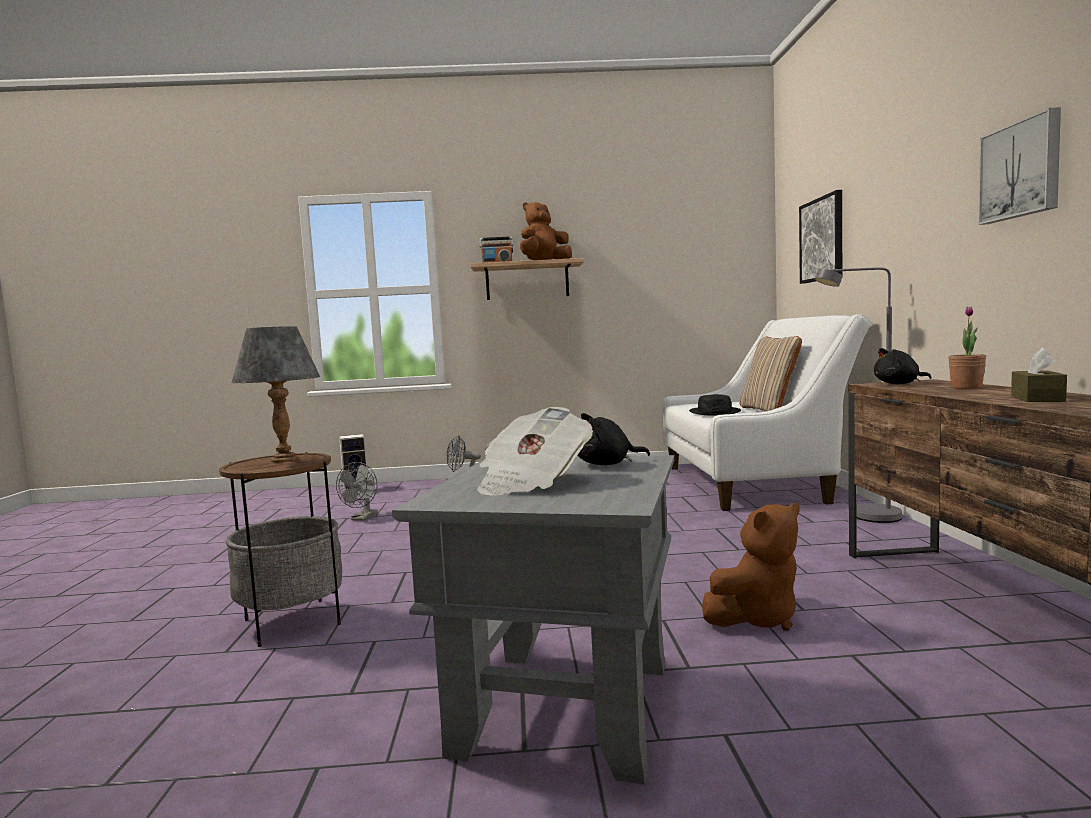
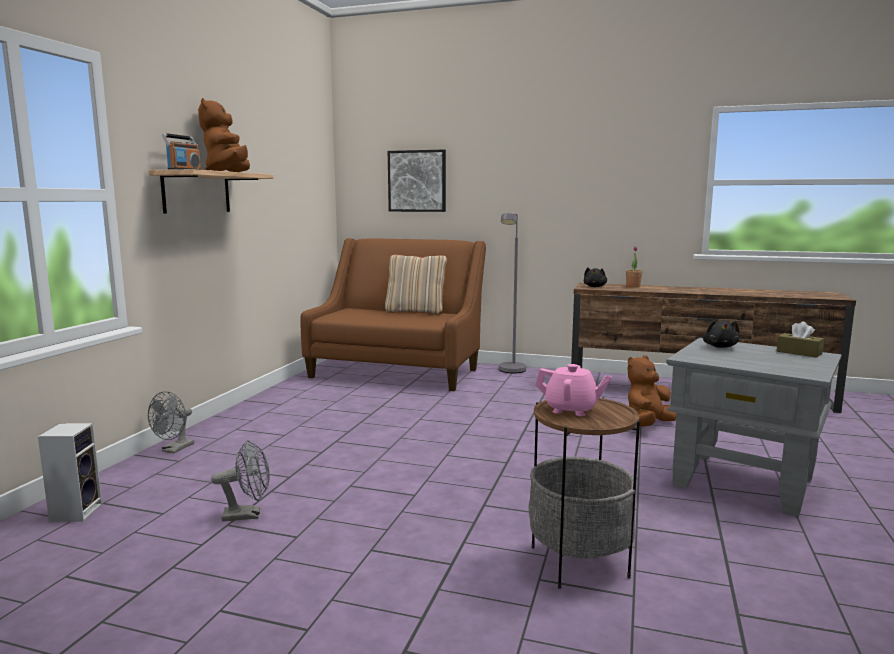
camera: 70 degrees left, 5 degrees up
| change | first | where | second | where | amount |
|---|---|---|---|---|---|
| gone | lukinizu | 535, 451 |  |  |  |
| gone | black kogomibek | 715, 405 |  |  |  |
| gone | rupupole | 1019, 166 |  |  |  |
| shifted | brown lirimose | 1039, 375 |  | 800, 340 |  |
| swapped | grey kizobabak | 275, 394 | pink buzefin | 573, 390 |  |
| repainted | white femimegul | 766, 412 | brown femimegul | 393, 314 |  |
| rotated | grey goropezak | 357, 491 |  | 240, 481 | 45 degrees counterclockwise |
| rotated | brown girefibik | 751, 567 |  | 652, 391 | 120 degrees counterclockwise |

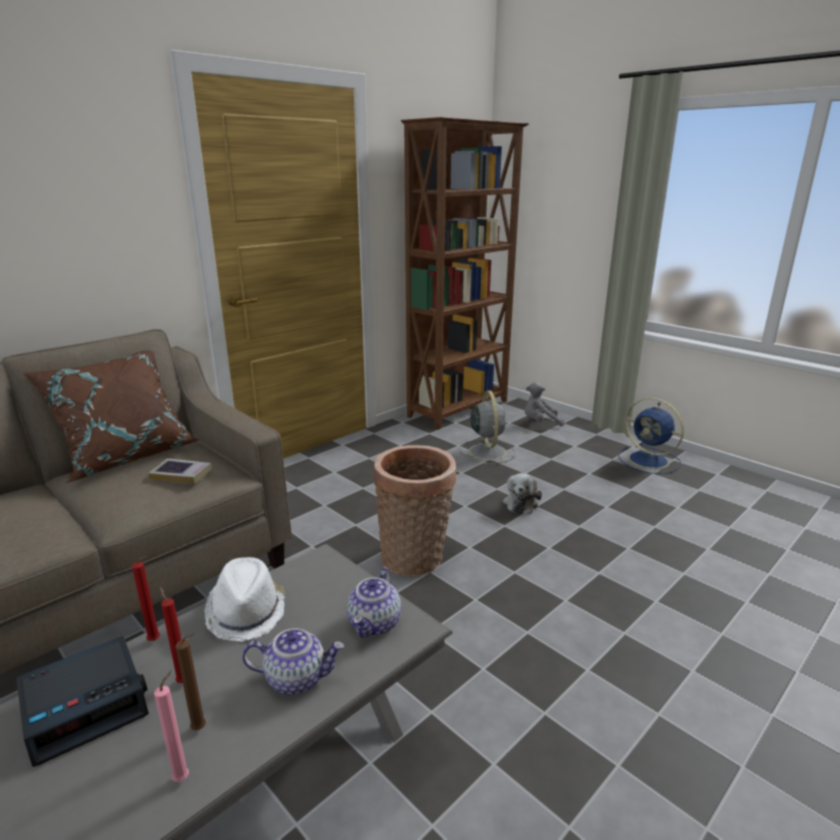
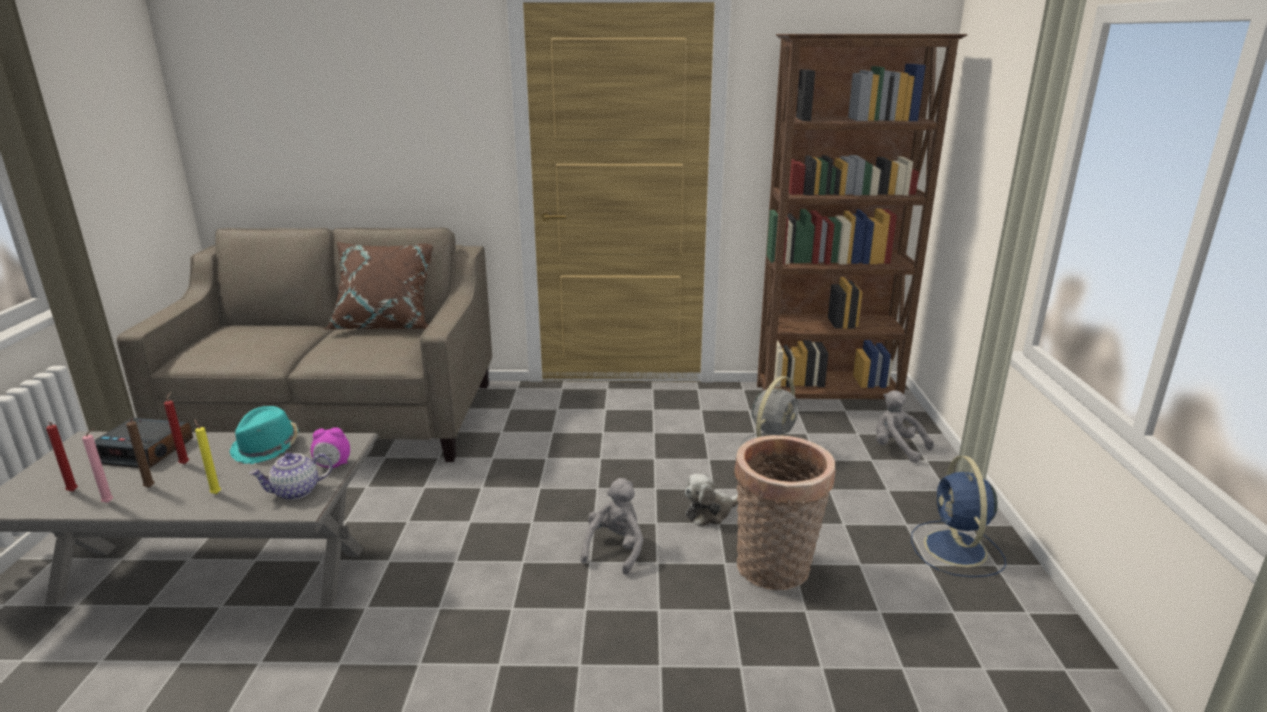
camera: 45 degrees right, 0 degrees up
| change | first | where | second | where | amount |
|---|---|---|---|---|---|
| gone | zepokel | 180, 471 |  |  |  |
| new |  |  | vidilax | 330, 447 |  |
| new |  |  | grey girefibik | 611, 526 |  |
| shifted | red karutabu | 146, 598 |  | 62, 456 |  |
| shifted | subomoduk | 415, 511 |  | 784, 512 |  |
| swapped | buzefin | 293, 661 | yellow karutabu | 207, 456 |  |
| repainted | white kogomibek | 245, 599 | turquoise kogomibek | 264, 435 |  |

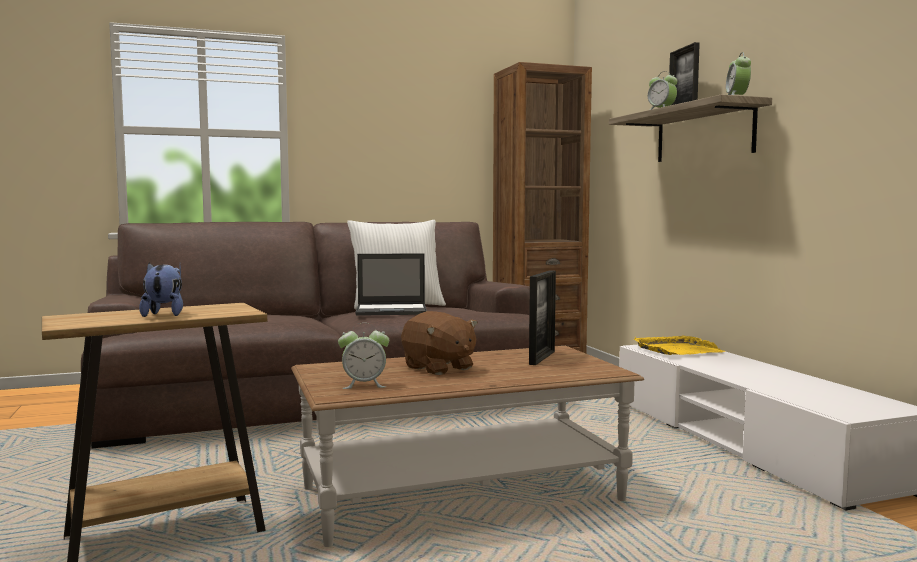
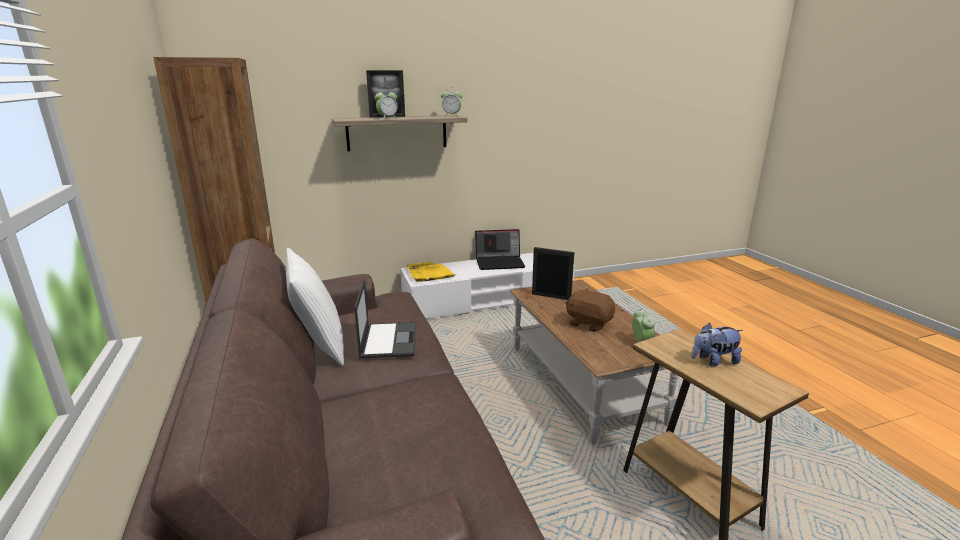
camera: 90 degrees left, 15 degrees up
| change | first | where | second | where | amount |
|---|---|---|---|---|---|
| new |  |  | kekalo | 500, 249 |  |
| rotated | brown girefibik | 439, 343 |  | 590, 310 | 105 degrees counterclockwise |

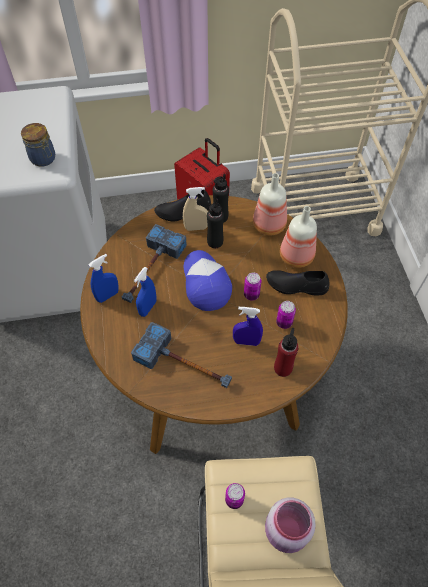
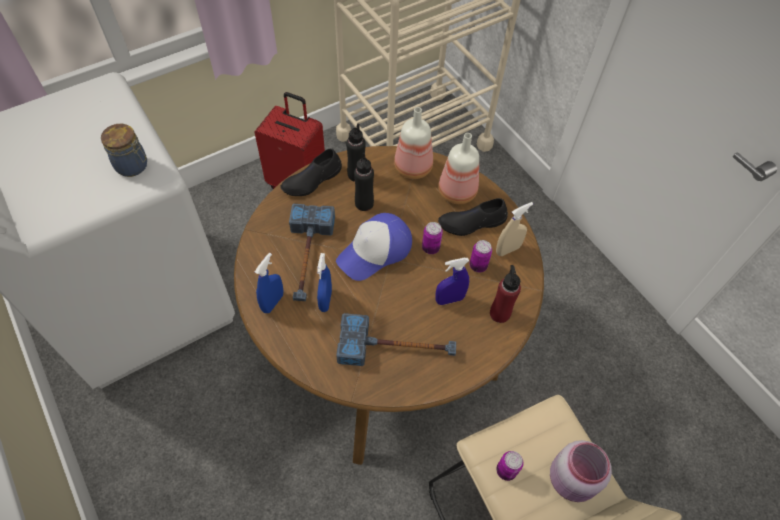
camera: 25 degrees left, 0 degrees up
| change | first | where | second | where | amount |
|---|---|---|---|---|---|
| shifted | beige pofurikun | 195, 209 |  | 514, 229 |  |
| rotated | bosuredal | 208, 280 |  | 374, 247 | 90 degrees counterclockwise |

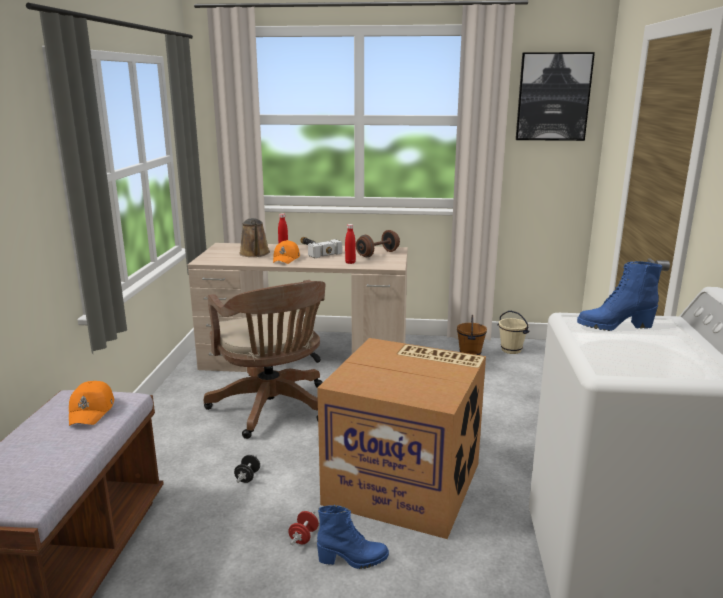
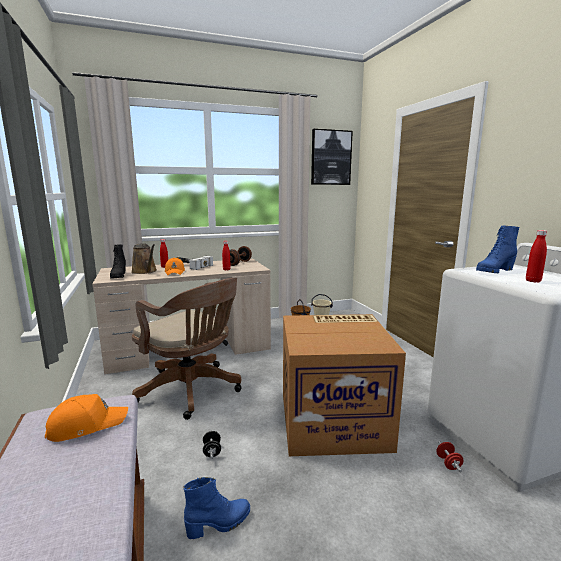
camera: 25 degrees left, 5 degrees down
| change | first | where | second | where | amount |
|---|---|---|---|---|---|
| new |  |  | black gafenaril | 118, 261 |  |
| new |  |  | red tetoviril | 536, 256 |  |
| shifted | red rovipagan | 303, 528 |  | 449, 456 |  |
| shifted | blue gafenaril | 353, 537 |  | 216, 508 |  |
| rotated | orange bosuredal | 91, 403 |  | 86, 418 | 90 degrees counterclockwise |

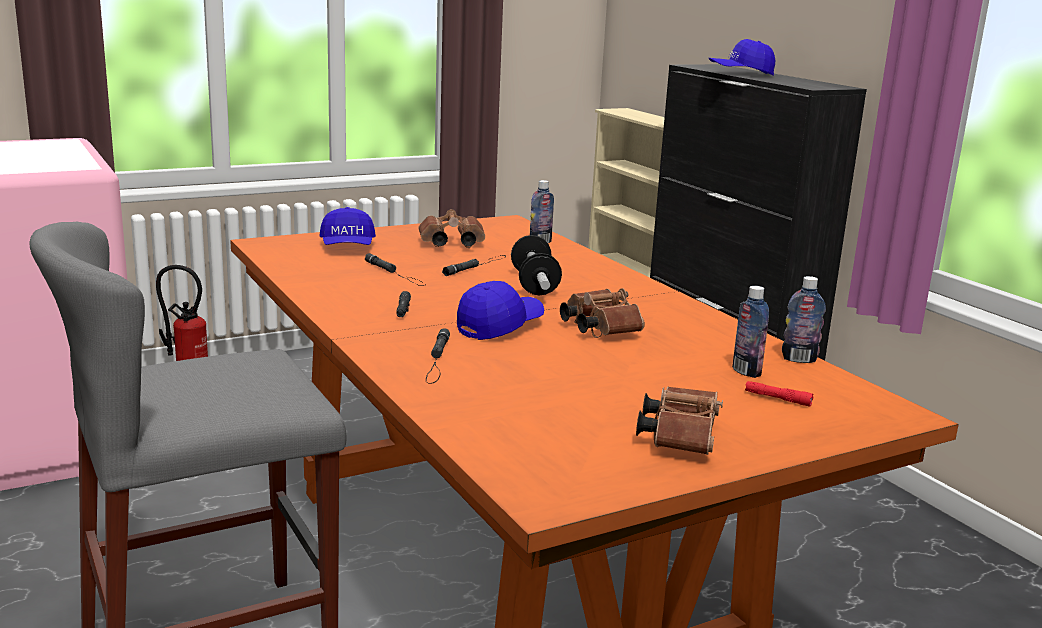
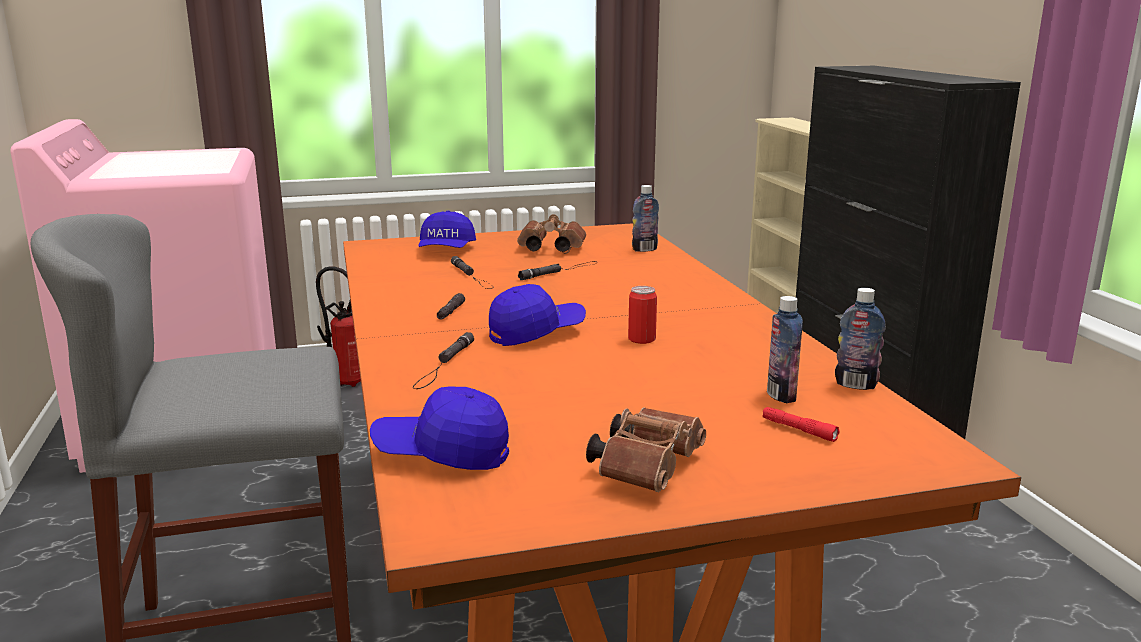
camera: 15 degrees right, 0 degrees up
| change | first | where | second | where | amount |
|---|---|---|---|---|---|
| gone | rovipagan | 536, 265 |  |  |  |
| shifted | blue bosuredal | 742, 57 |  | 439, 428 |  |
| swapped | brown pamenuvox | 602, 313 | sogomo | 642, 315 |  |

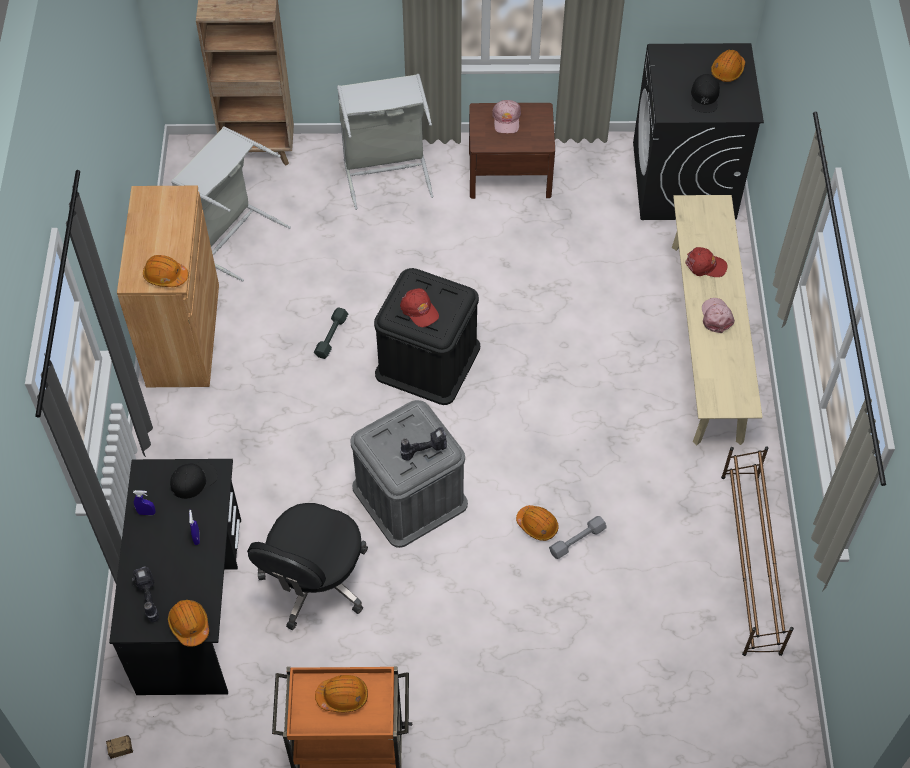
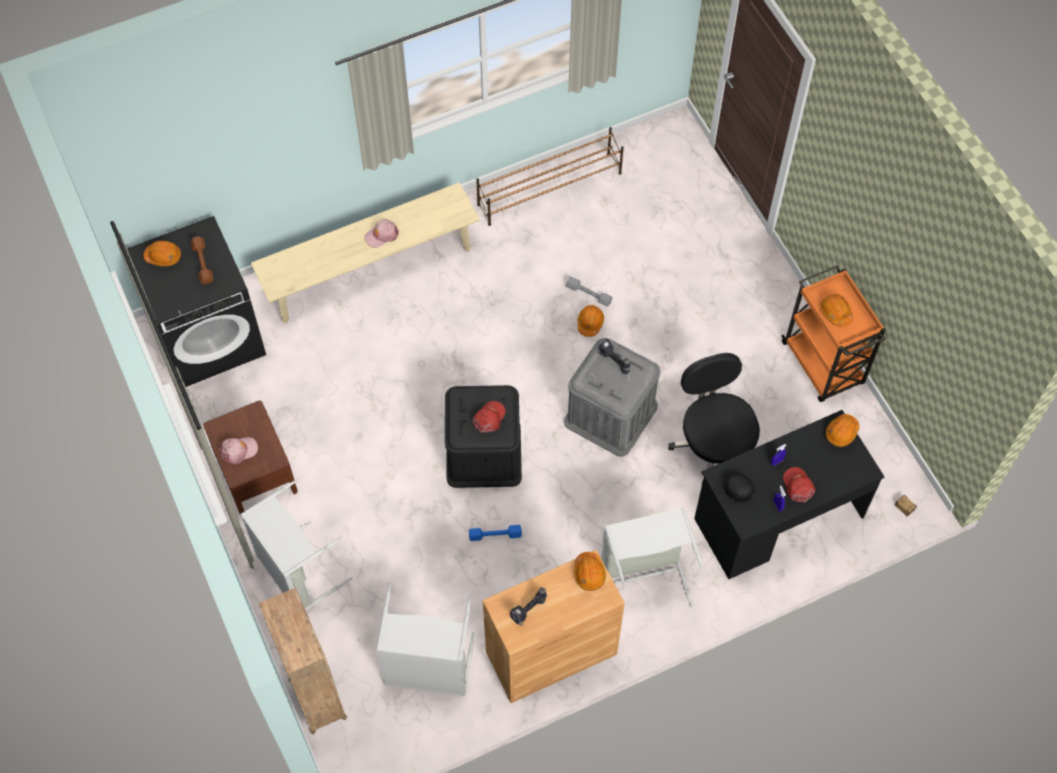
camera: 115 degrees left, 5 degrees up
| change | first | where | second | where | amount |
|---|---|---|---|---|---|
| new |  |  | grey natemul | 652, 557 |  |
| shifted | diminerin | 145, 594 |  | 528, 606 |  |
| shifted | red bosuredal | 706, 262 |  | 799, 484 |  |
| swapped | black bosuredal | 705, 93 | brown rovipagan | 202, 260 |  |
| repainted | grey rovipagan | 331, 333 | blue rovipagan | 495, 533 |  |
| rotated | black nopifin | 307, 566 |  | 714, 418 | 105 degrees counterclockwise |

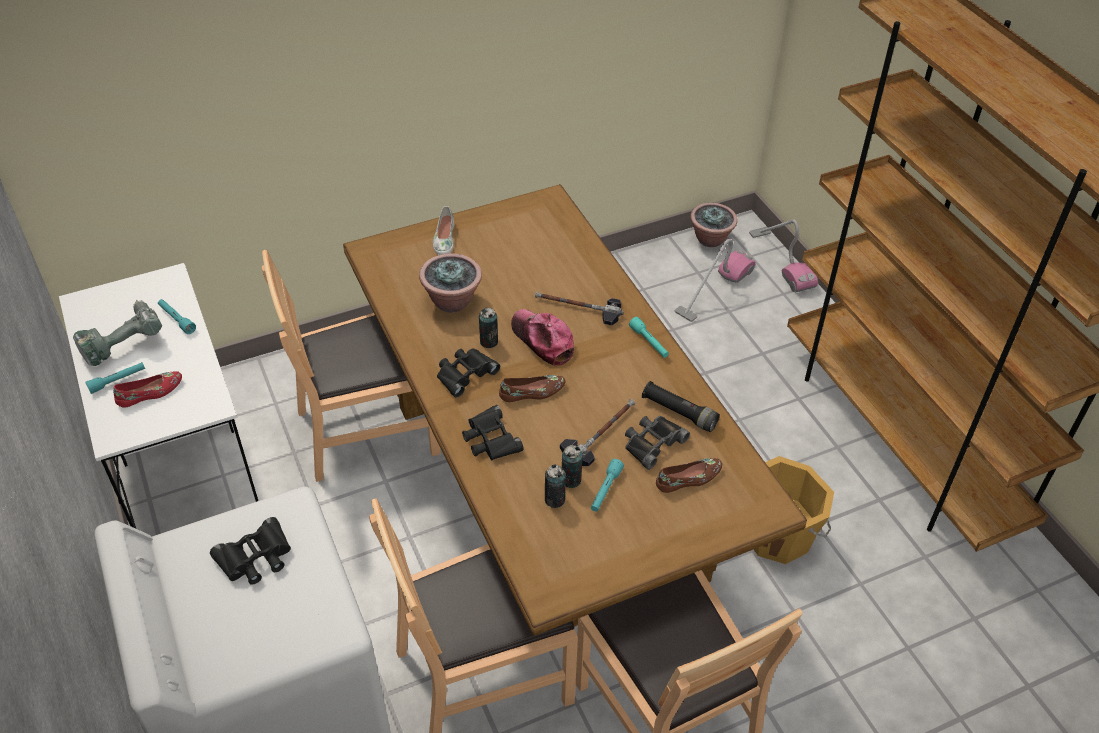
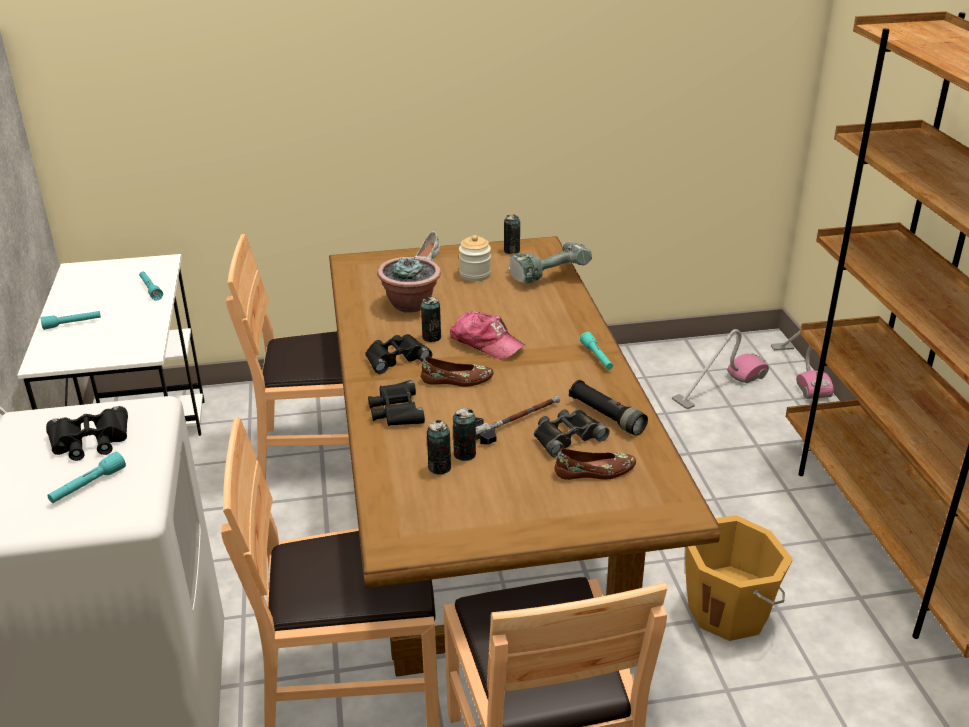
camera: 15 degrees right, 15 degrees down
| change | first | where | second | where | amount |
|---|---|---|---|---|---|
| gone | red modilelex | 147, 389 |  |  |  |
| gone | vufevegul | 579, 308 |  |  |  |
| gone | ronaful | 714, 225 |  |  |  |
| new |  |  | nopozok | 475, 258 |  |
| new |  |  | sogomo | 512, 234 |  |
| shifted | diminerin | 117, 333 |  | 549, 262 |  |
| shifted | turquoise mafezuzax | 607, 485 |  | 86, 477 |  |
| rotated | bosuredal | 542, 337 |  | 487, 335 | 150 degrees clockwise |

